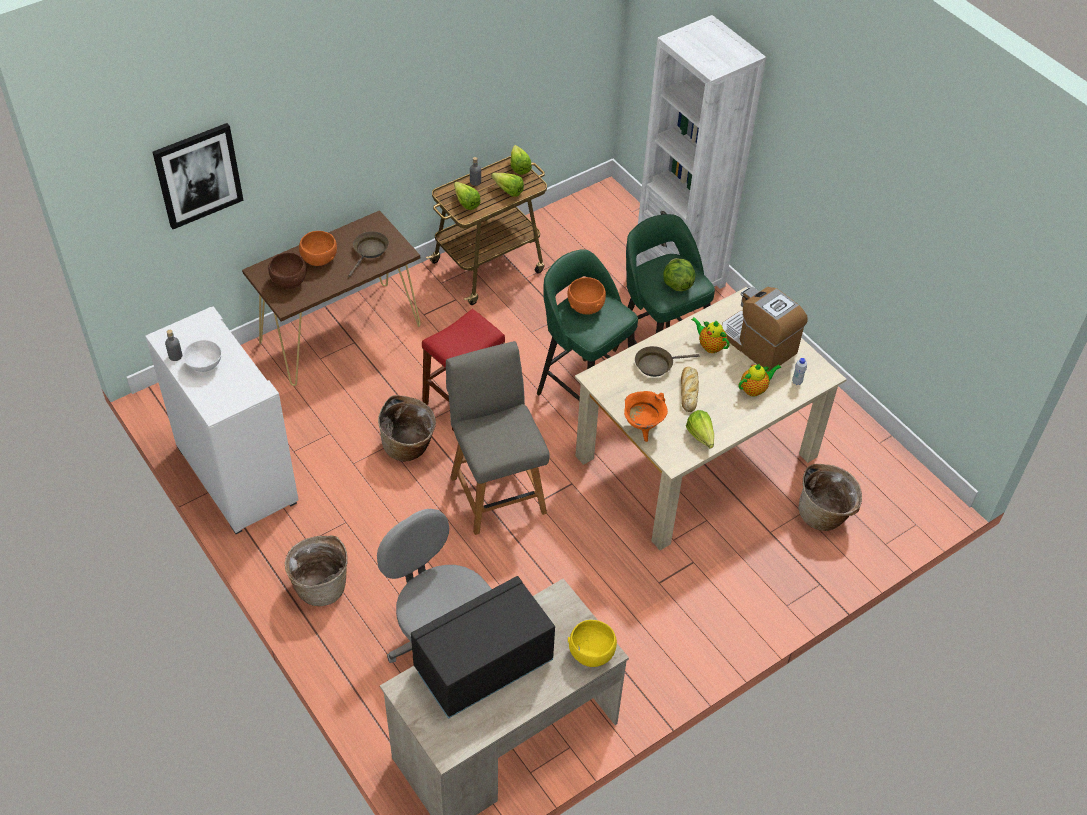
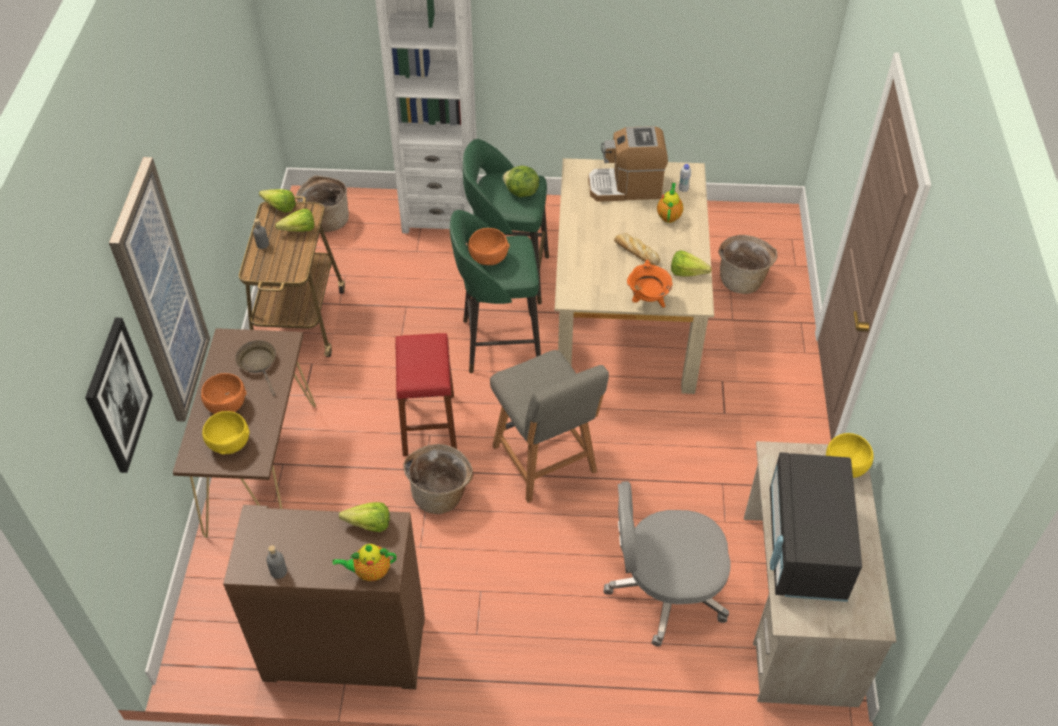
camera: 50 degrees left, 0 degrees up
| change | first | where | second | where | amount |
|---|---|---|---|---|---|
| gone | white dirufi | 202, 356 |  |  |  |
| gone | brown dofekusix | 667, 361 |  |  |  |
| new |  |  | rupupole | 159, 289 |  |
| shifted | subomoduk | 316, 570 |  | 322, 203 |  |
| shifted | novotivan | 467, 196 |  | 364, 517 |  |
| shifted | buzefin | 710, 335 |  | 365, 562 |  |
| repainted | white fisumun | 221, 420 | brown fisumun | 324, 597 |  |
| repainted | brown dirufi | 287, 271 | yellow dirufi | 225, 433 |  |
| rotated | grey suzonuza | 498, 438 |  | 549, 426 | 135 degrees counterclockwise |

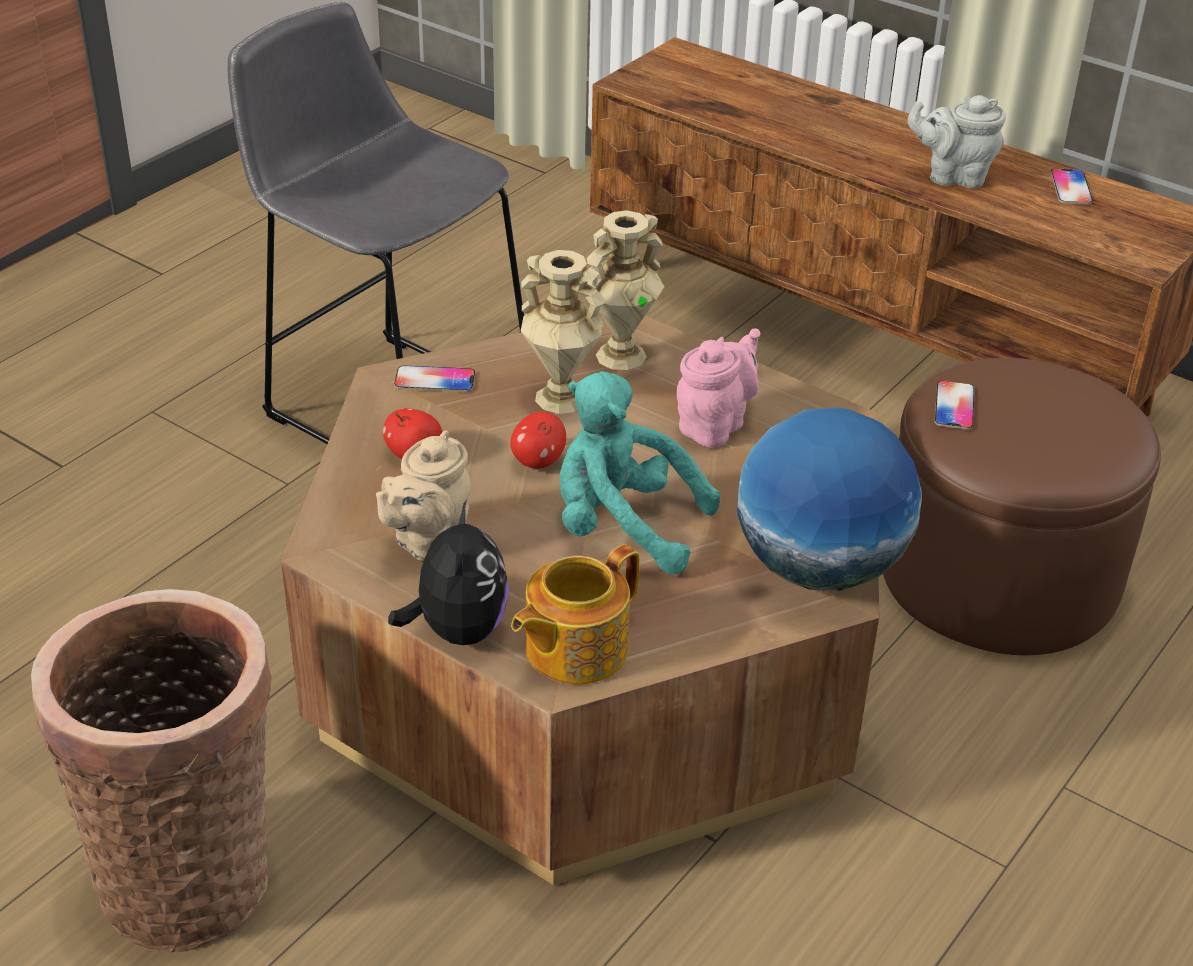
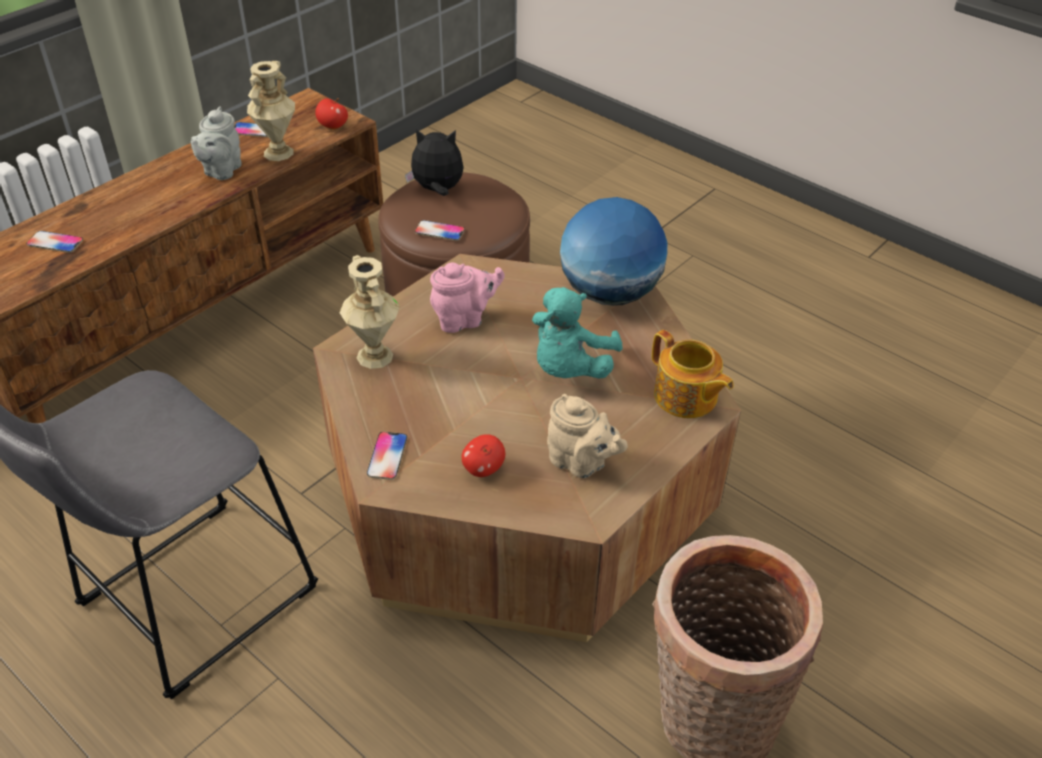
camera: 85 degrees left, 5 degrees up
| change | first | where | second | where | amount |
|---|---|---|---|---|---|
| new |  |  | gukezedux | 54, 242 |  |
| shifted | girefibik | 448, 572 |  | 434, 162 |  |
| shifted | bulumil | 538, 440 |  | 331, 113 |  |
| shifted | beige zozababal | 563, 332 |  | 271, 111 |  |
| rotated | pink buzefin | 718, 387 |  | 467, 298 | 120 degrees clockwise |

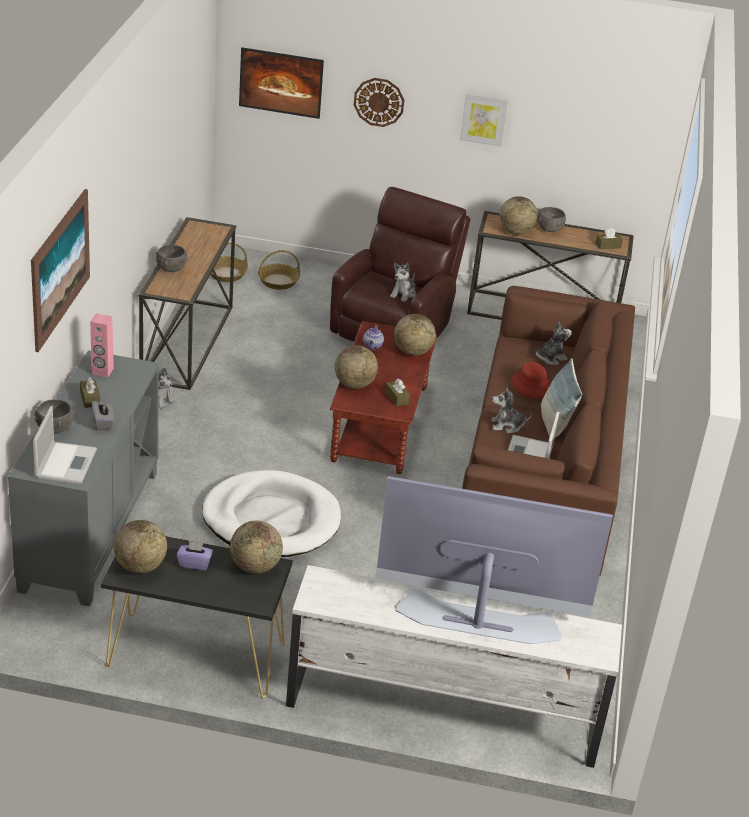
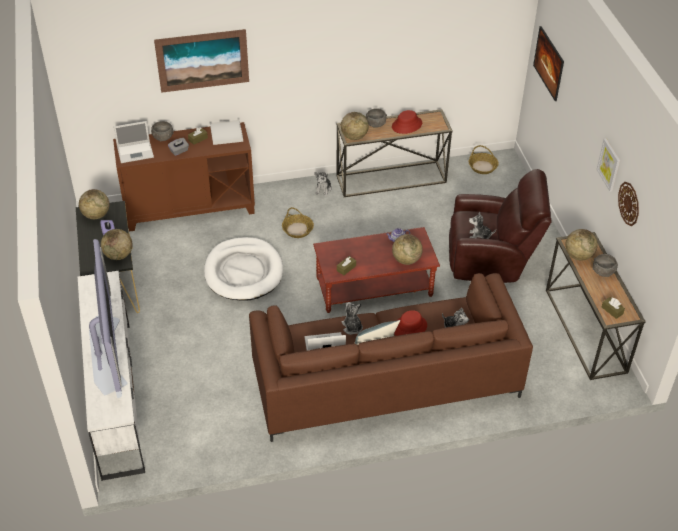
camera: 70 degrees right, 10 degrees up
| change | first | where | second | where | amount |
|---|---|---|---|---|---|
| new |  |  | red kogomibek | 407, 122 |  |
| shifted | subomoduk | 279, 270 |  | 298, 222 |  |
| shifted | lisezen | 356, 367 |  | 355, 126 |  |
| shifted | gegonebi | 379, 102 |  | 628, 204 |  |
| swapped | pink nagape | 102, 345 | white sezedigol | 226, 132 |  |
| repainted | grey fisumun | 83, 478 | brown fisumun | 184, 177 |  |

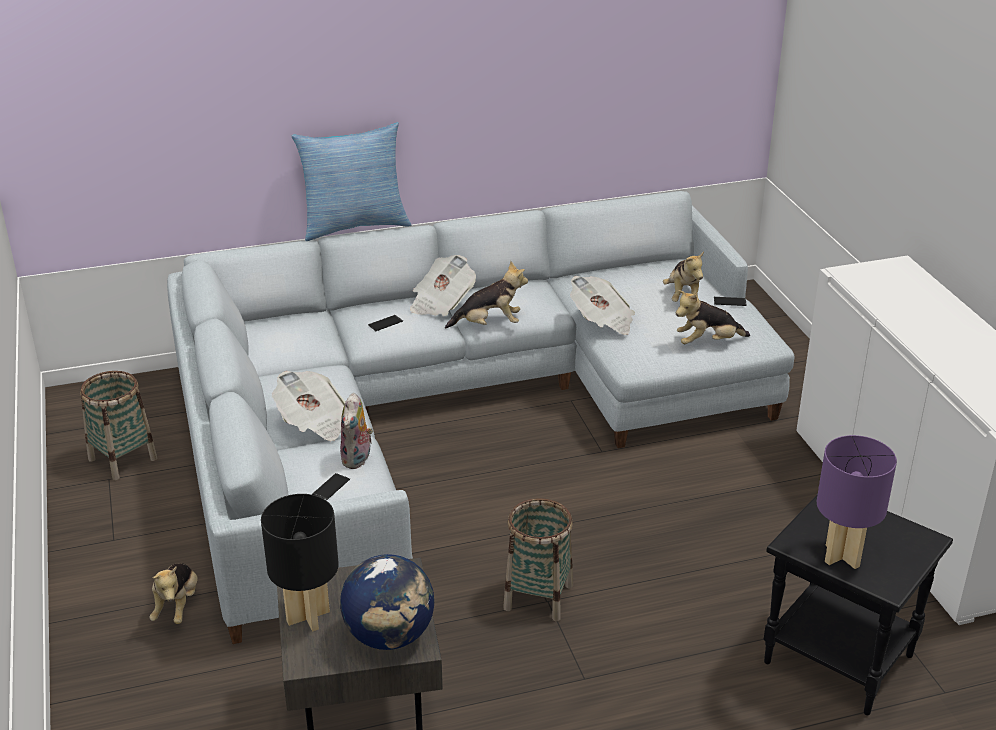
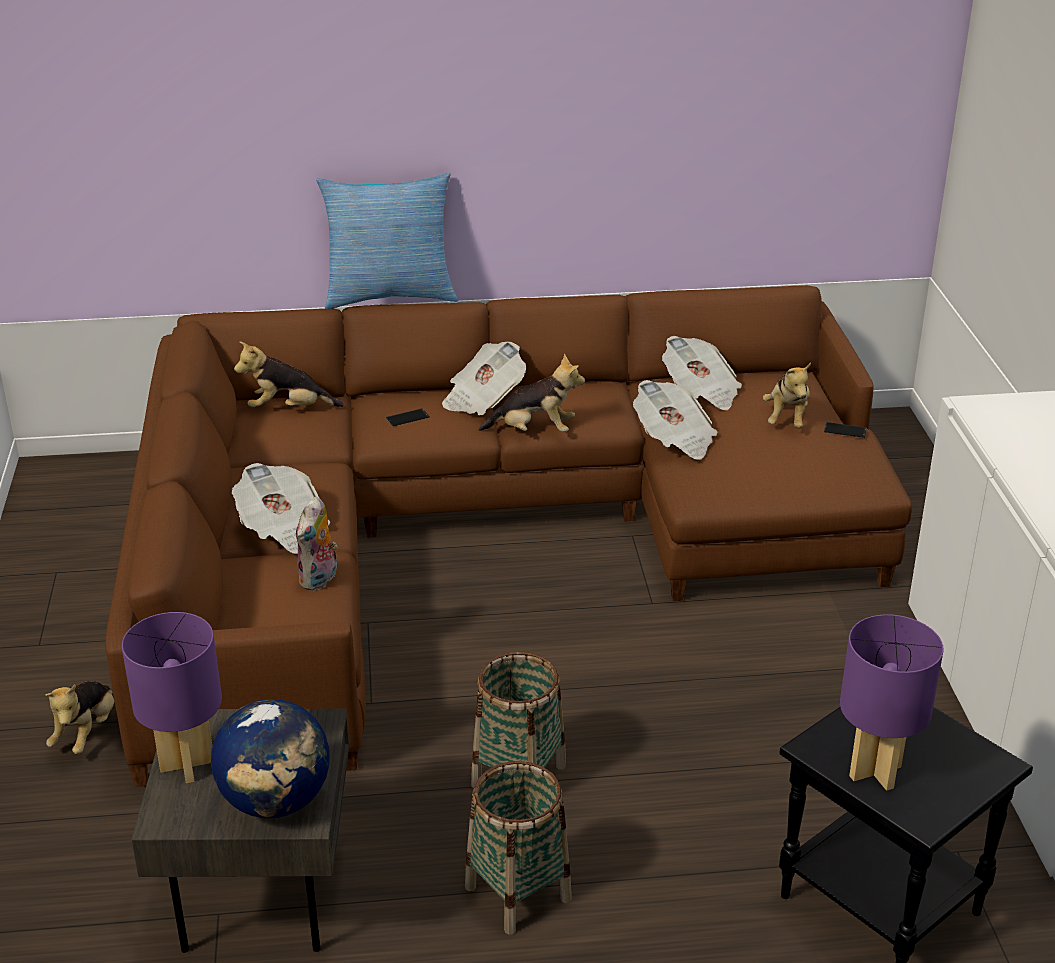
camera: 10 degrees right, 0 degrees up
| change | first | where | second | where | amount |
|---|---|---|---|---|---|
| gone | gukezedux | 331, 486 |  |  |  |
| new |  |  | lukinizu | 702, 373 |  |
| shifted | subomoduk | 119, 425 |  | 518, 848 |  |
| shifted | girefibik | 713, 317 |  | 289, 374 |  |
| repainted | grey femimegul | 481, 417 | brown femimegul | 508, 536 |  |
| repainted | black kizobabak | 300, 562 | purple kizobabak | 172, 697 |  |

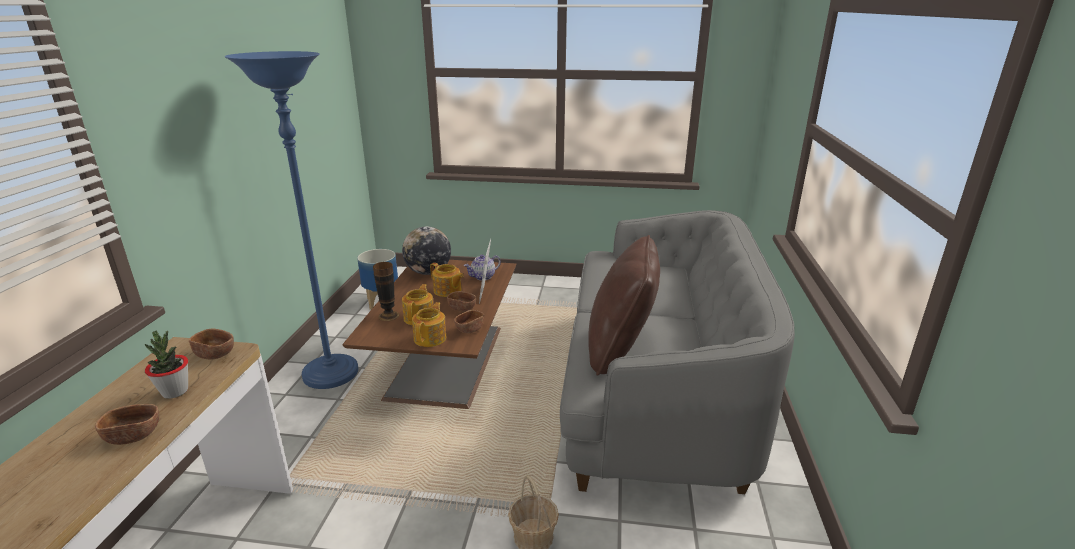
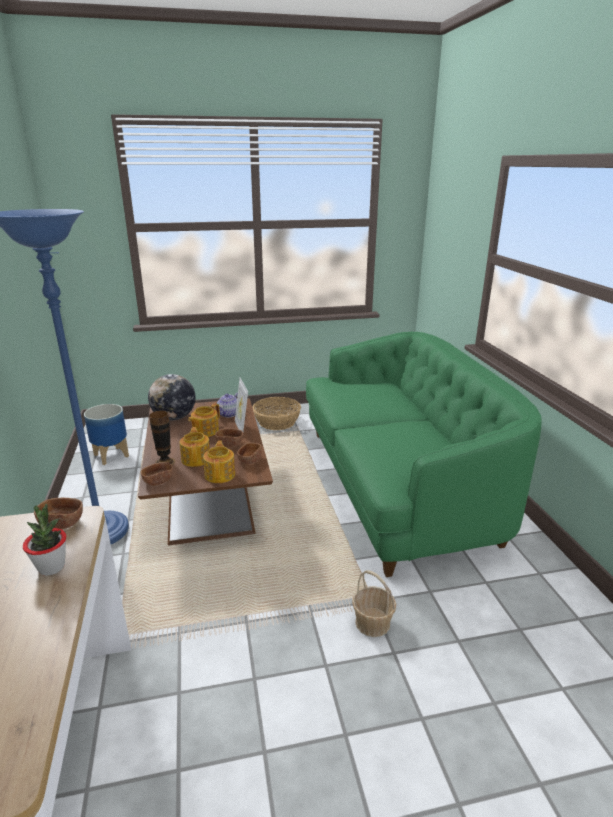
camera: 20 degrees left, 0 degrees up
| change | first | where | second | where | amount |
|---|---|---|---|---|---|
| gone | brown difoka | 624, 305 |  |  |  |
| new |  |  | subomoduk | 276, 413 |  |
| shifted | brown dirufi | 127, 424 |  | 157, 473 |  |
| repainted | grey femimegul | 677, 352 | green femimegul | 424, 454 |  |
| rotated | buzefin | 447, 280 |  | 204, 420 | 105 degrees clockwise |

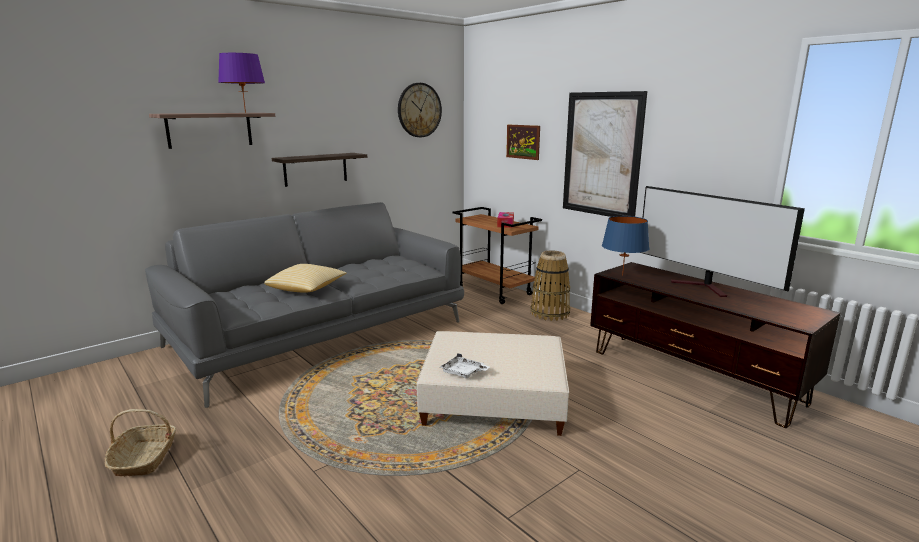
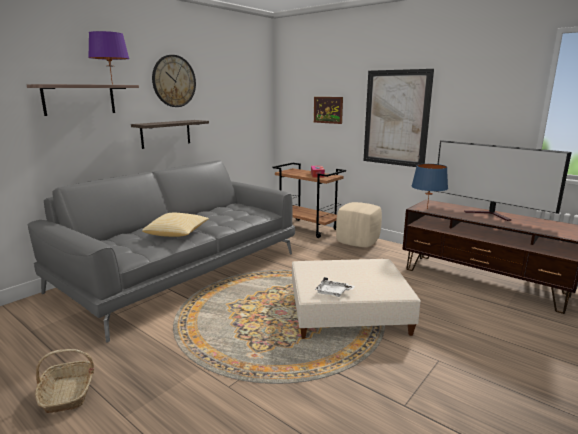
camera: 10 degrees left, 0 degrees up
| change | first | where | second | where | amount |
|---|---|---|---|---|---|
| shifted | gegonebi | 420, 110 |  | 174, 81 |  |
| swapped | subomoduk | 550, 285 | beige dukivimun | 359, 224 |  |

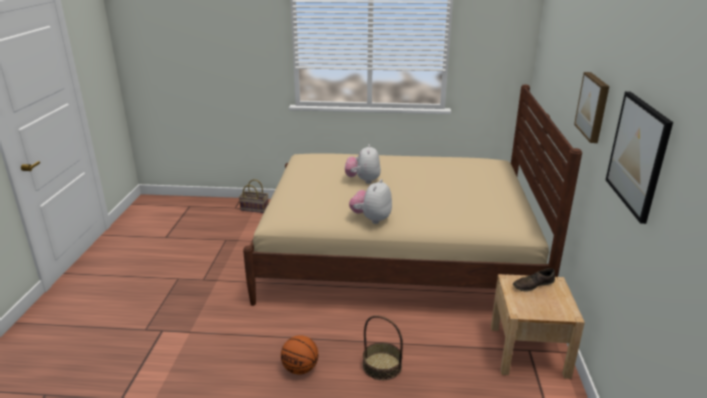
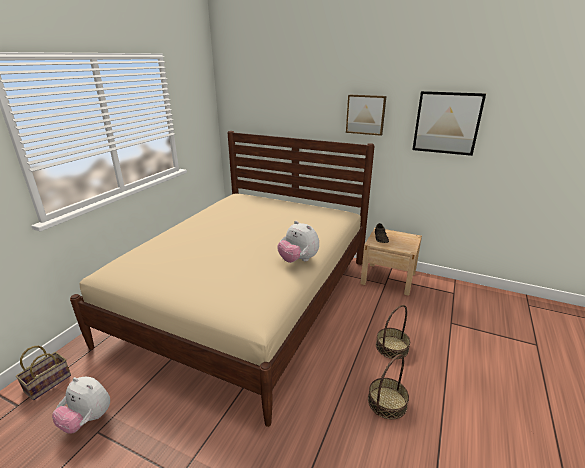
camera: 70 degrees left, 0 degrees up
| change | first | where | second | where | amount |
|---|---|---|---|---|---|
| shifted | girefibik | 363, 164 |  | 81, 405 |  |
| swapped | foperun | 299, 355 | subomoduk | 388, 387 |  |

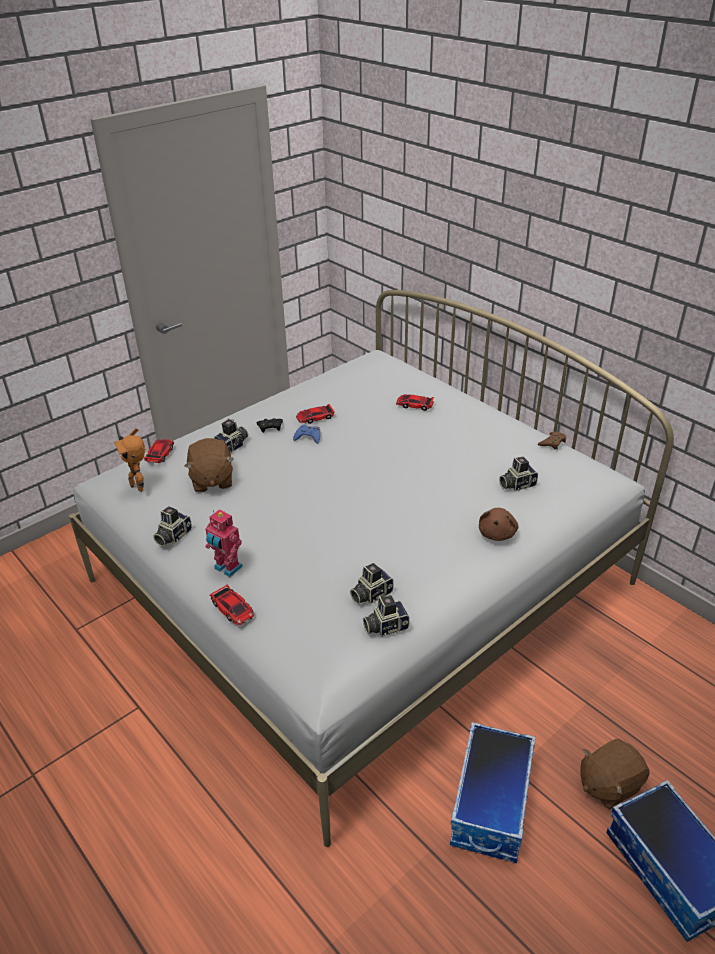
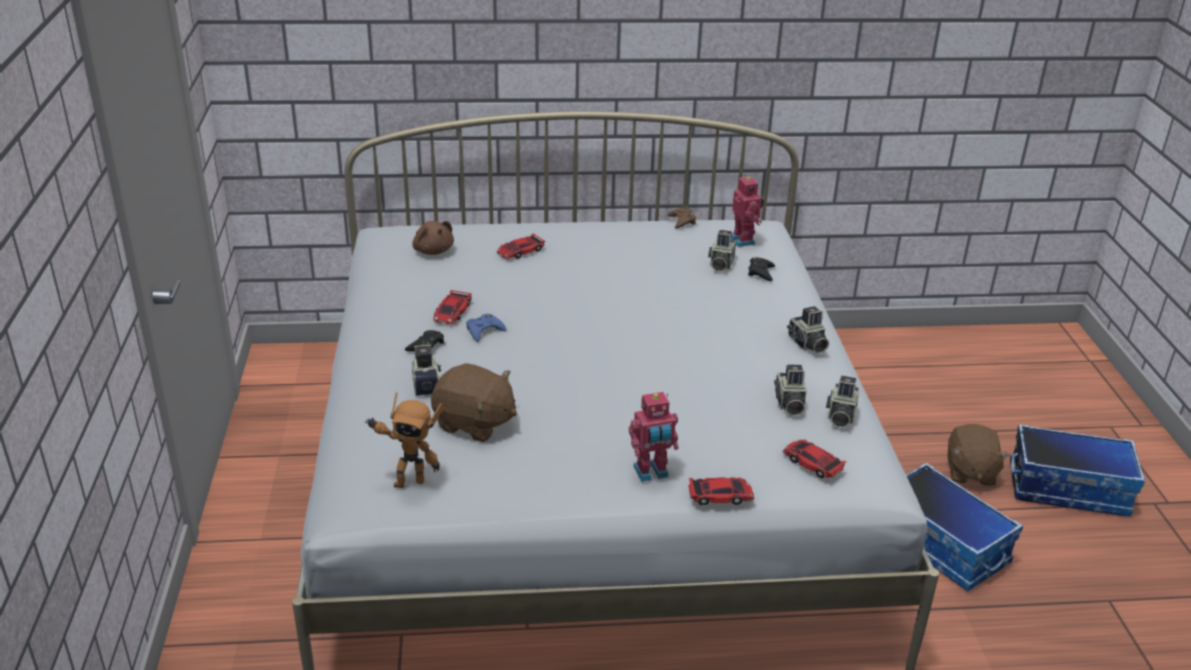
camera: 55 degrees left, 5 degrees down
| change | first | where | second | where | amount |
|---|---|---|---|---|---|
| new |  |  | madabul | 747, 211 |  |
| new |  |  | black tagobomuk | 761, 269 |  |
| shifted | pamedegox | 159, 451 |  | 814, 459 |  |
| shifted | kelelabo | 172, 526 |  | 808, 330 |  |
| shifted | brown girefibik | 498, 524 |  | 433, 238 |  |

